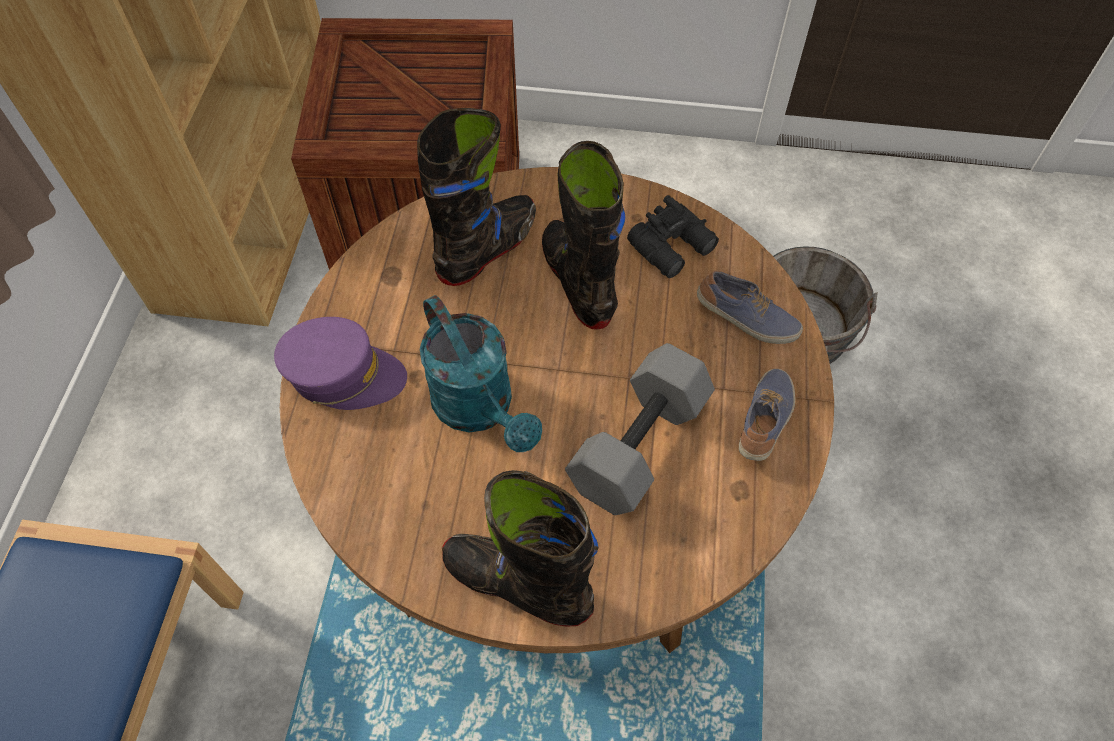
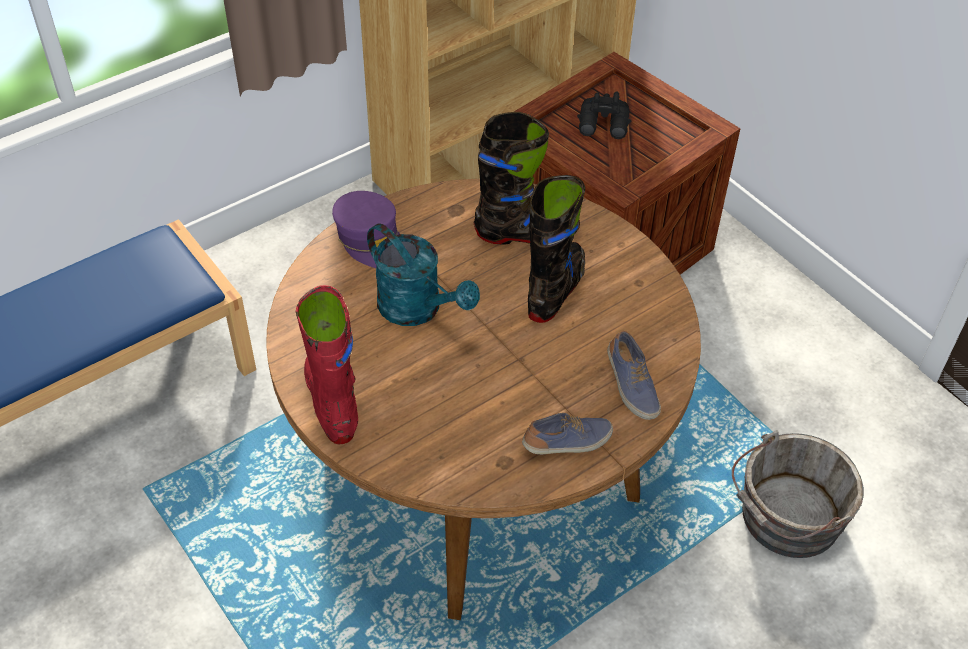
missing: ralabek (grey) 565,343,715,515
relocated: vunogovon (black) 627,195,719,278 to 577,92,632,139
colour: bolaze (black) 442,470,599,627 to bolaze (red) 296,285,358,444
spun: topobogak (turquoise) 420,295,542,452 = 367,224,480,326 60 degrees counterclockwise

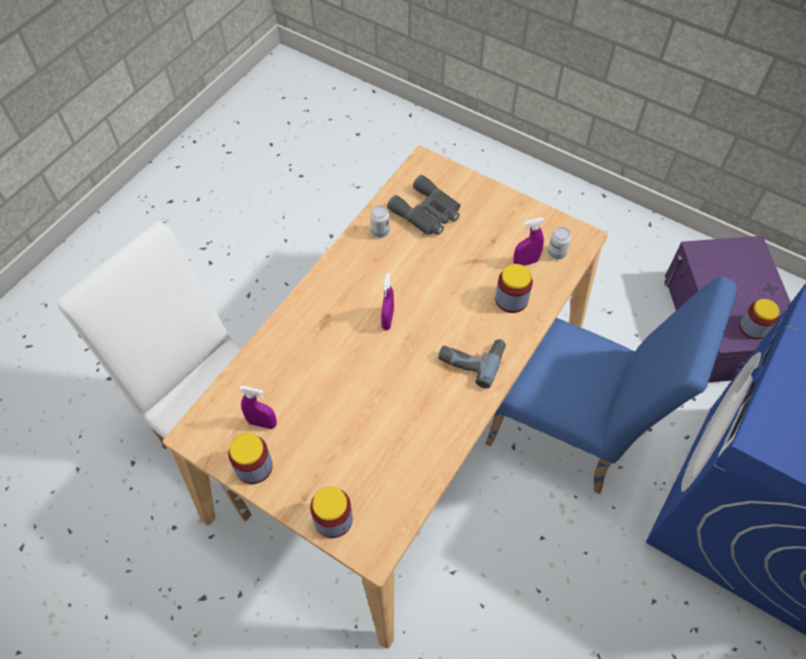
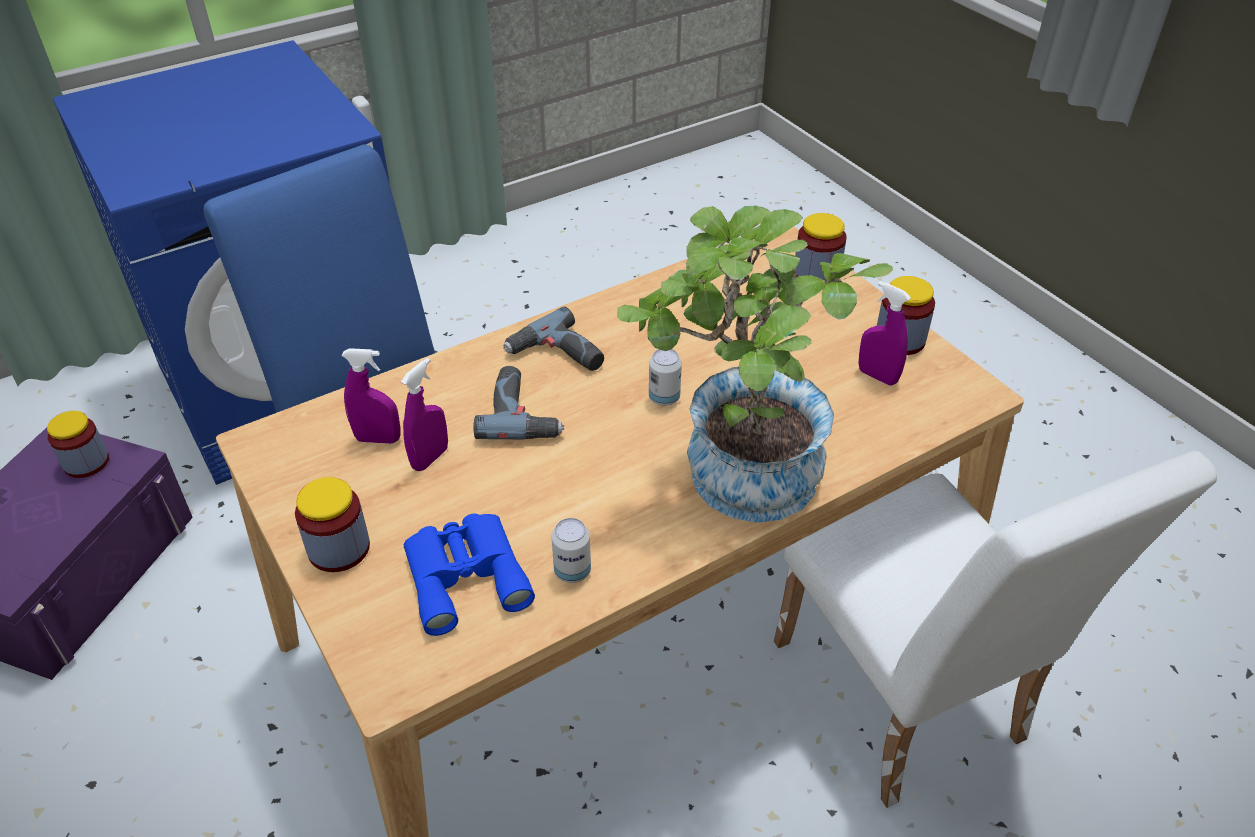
appeared: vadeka 617,205,893,523; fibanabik 474,366,564,439
relocated: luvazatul 548,227,571,259 to 649,349,682,406; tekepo 495,264,533,313 to 295,477,370,572; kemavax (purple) 381,273,394,330 to 401,358,448,471
colour: vunogovon (grey) 387,175,460,235 to vunogovon (blue) 404,514,535,636

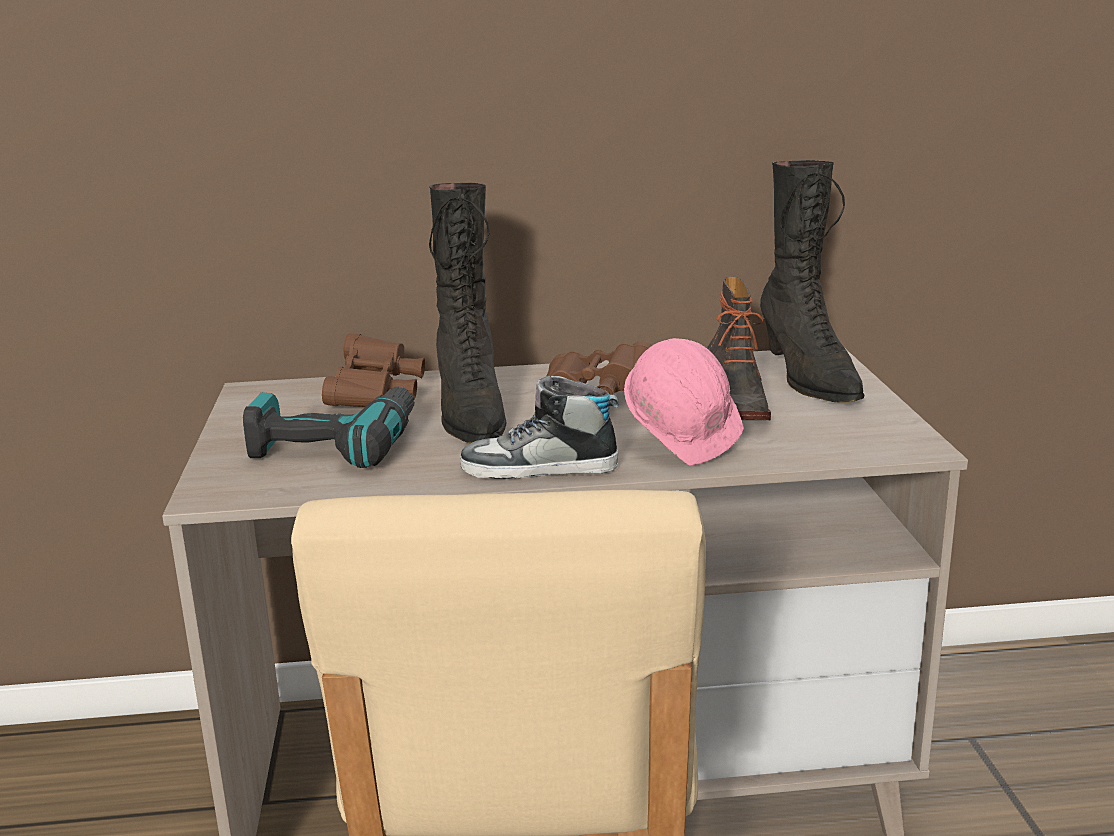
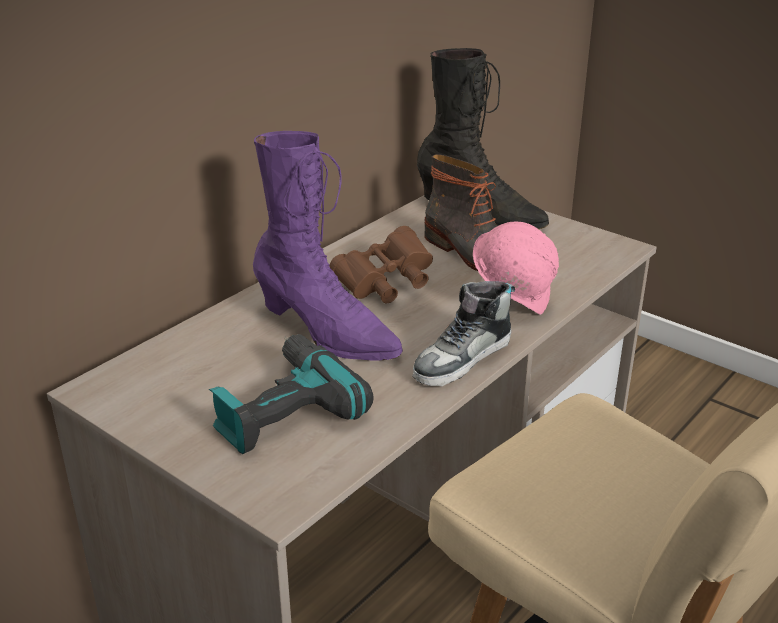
missing: vunogovon (brown) 322,333,425,407
colour: bolaze (black) 429,183,506,443 to bolaze (purple) 253,131,403,361

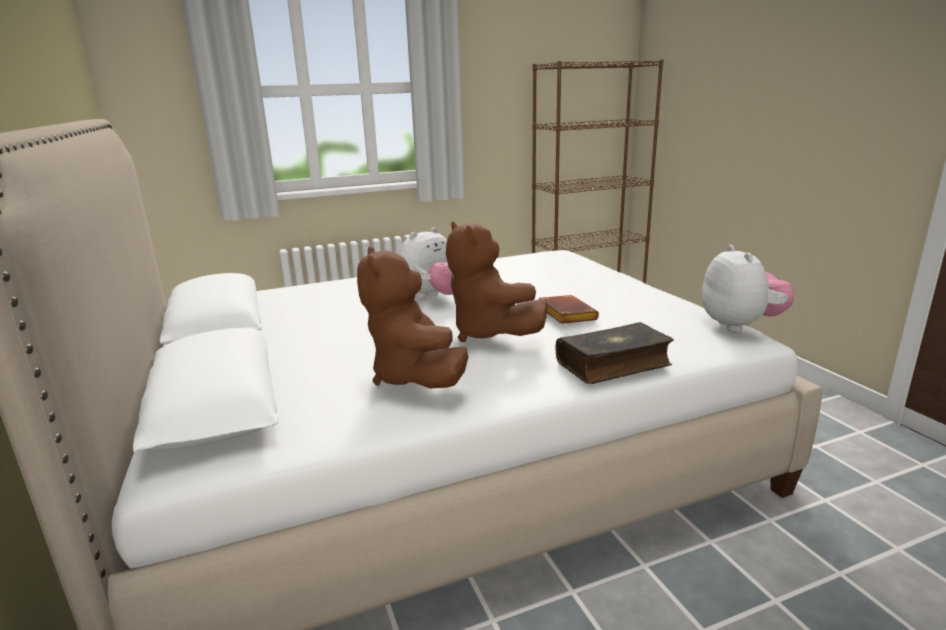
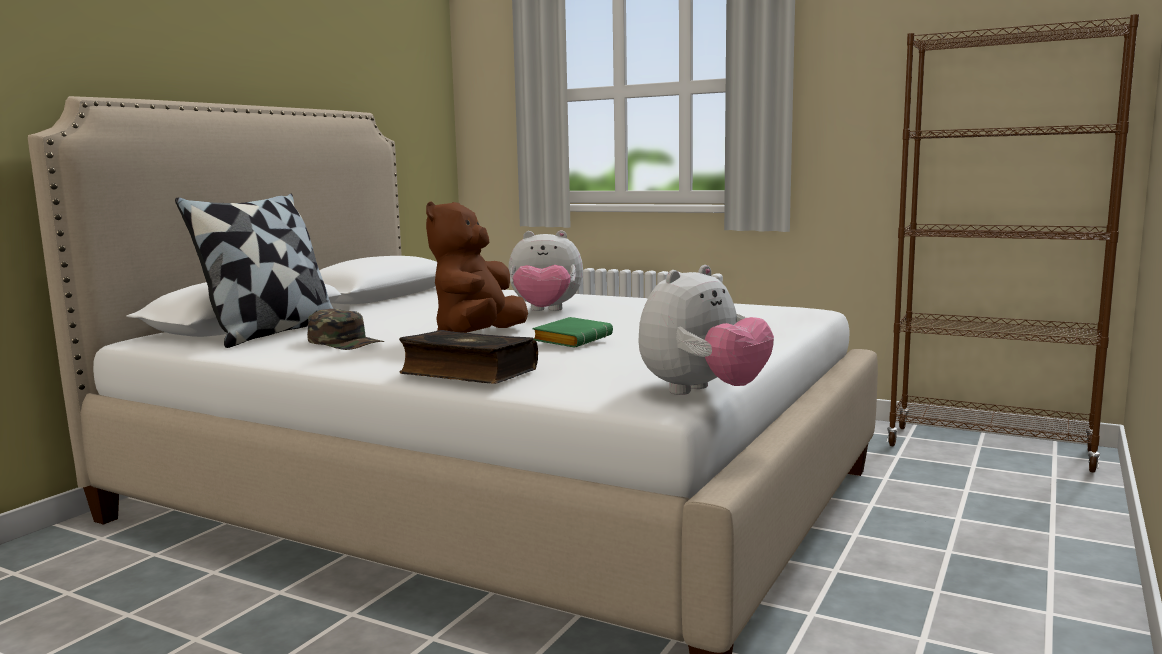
appeared: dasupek 175,194,333,348
exchanged: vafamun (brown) 357,246,468,389 to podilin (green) 307,309,385,350
colour: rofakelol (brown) 539,295,599,324 to rofakelol (green) 533,317,613,348

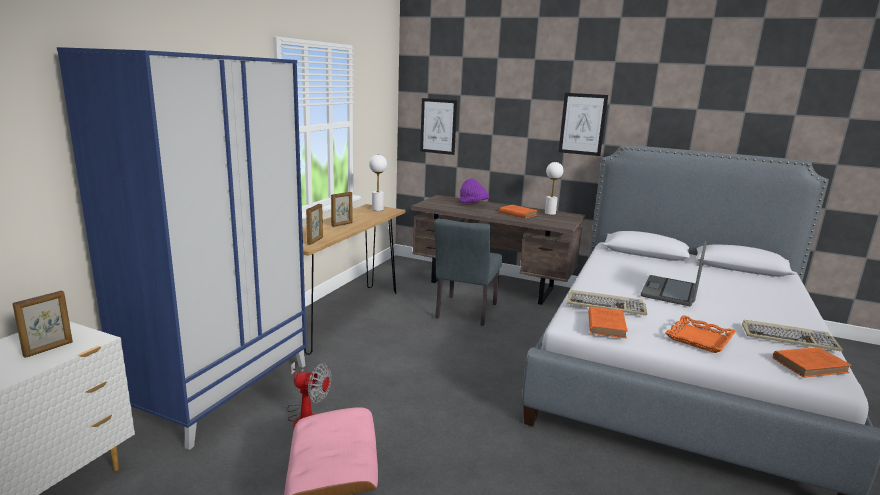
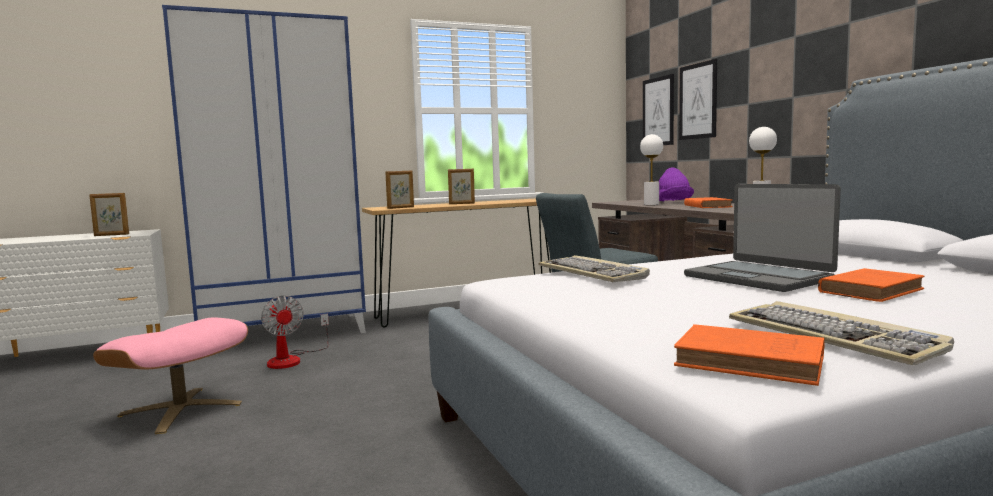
missing: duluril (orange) 665,315,736,353
relocated: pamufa 559,93,608,156 to 679,59,717,140; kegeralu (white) 369,155,387,211 to 640,134,663,205; rofakelol (orange) 588,306,628,338 to 818,268,925,302
spun: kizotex 641,241,707,306 = 684,184,841,292 105 degrees counterclockwise

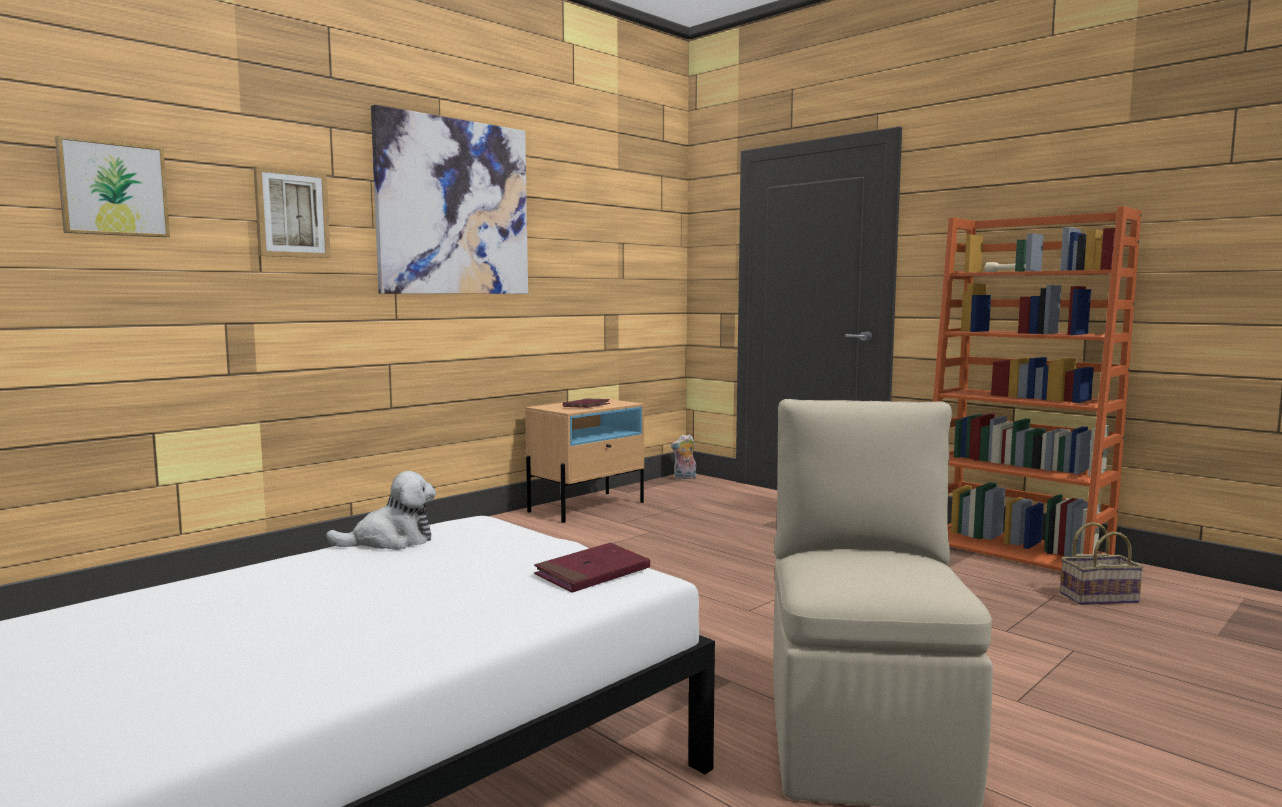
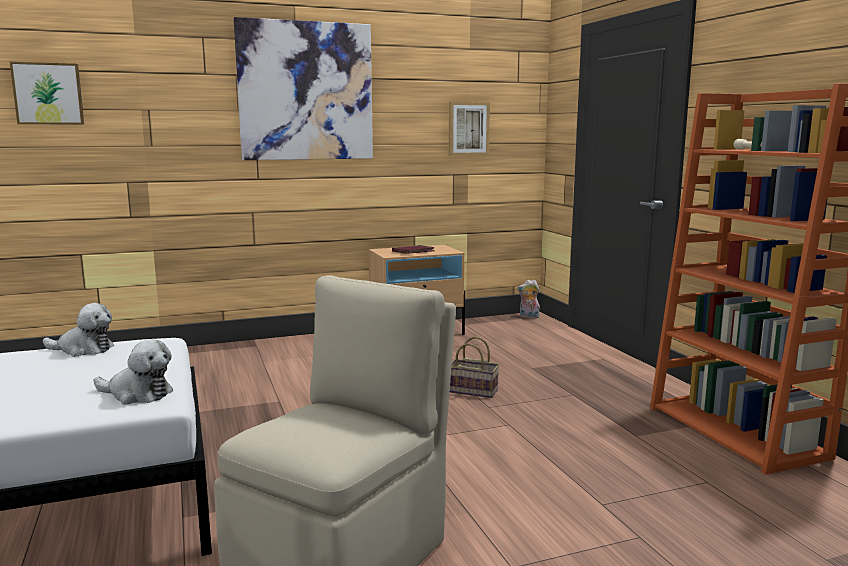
relocated: pamufa 254,166,331,258 to 449,102,490,156; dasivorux 1060,522,1144,605 to 450,336,499,398
exchanged: rofakelol (red) 534,543,650,593 to vafamun 93,339,173,404

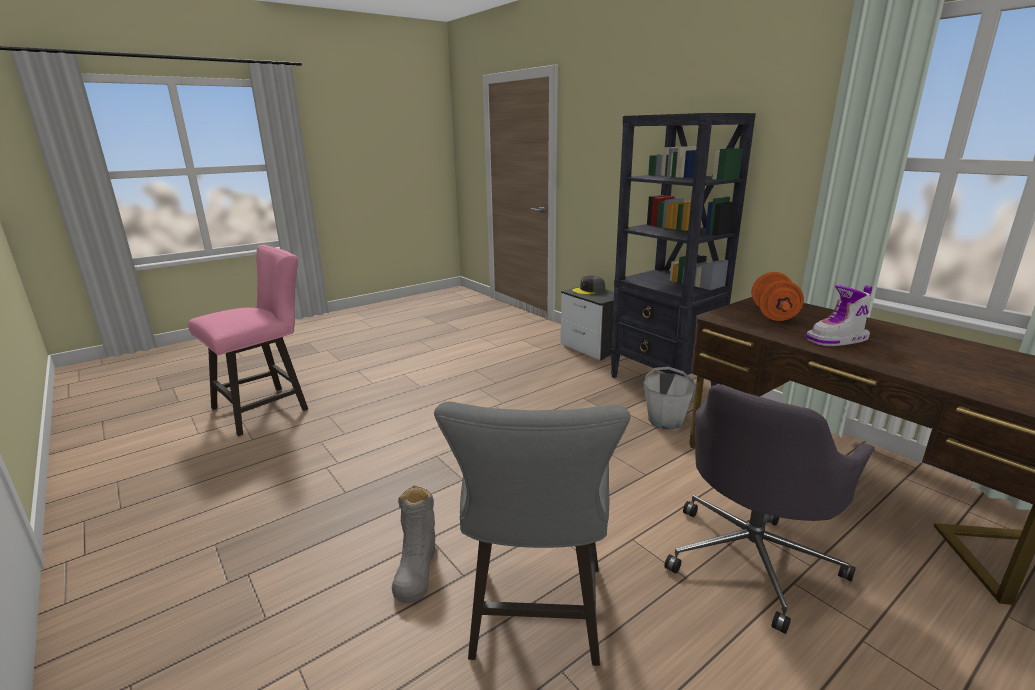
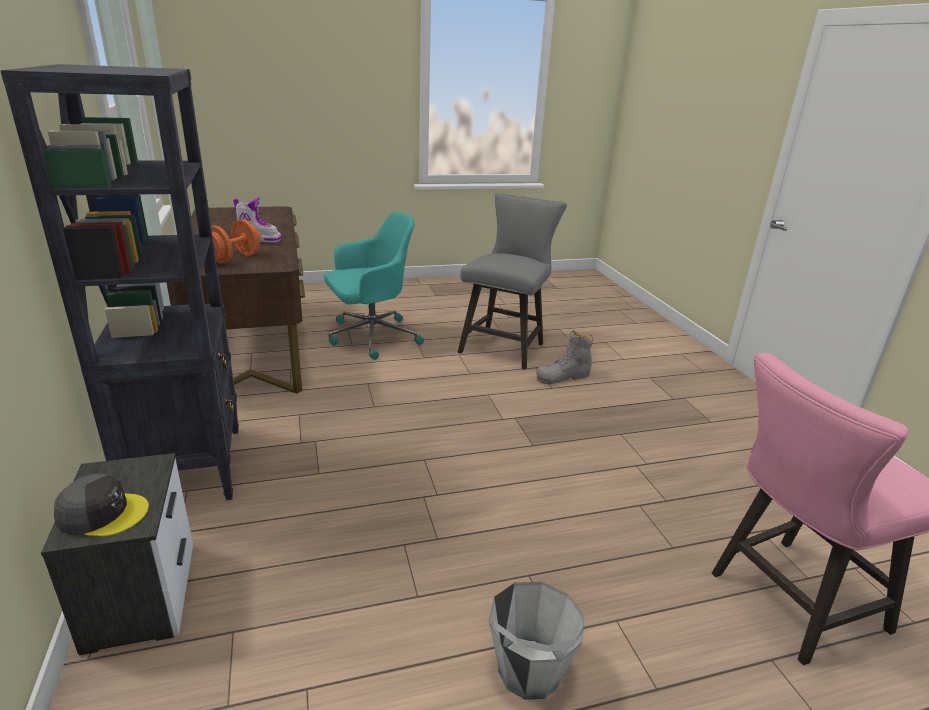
relocated: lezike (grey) 643,367,696,430 to 489,582,584,700
colour: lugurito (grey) 664,384,875,634 to lugurito (turquoise) 324,212,424,360
spun: bolaze (grey) 392,486,435,603 = 536,330,593,384 135 degrees counterclockwise

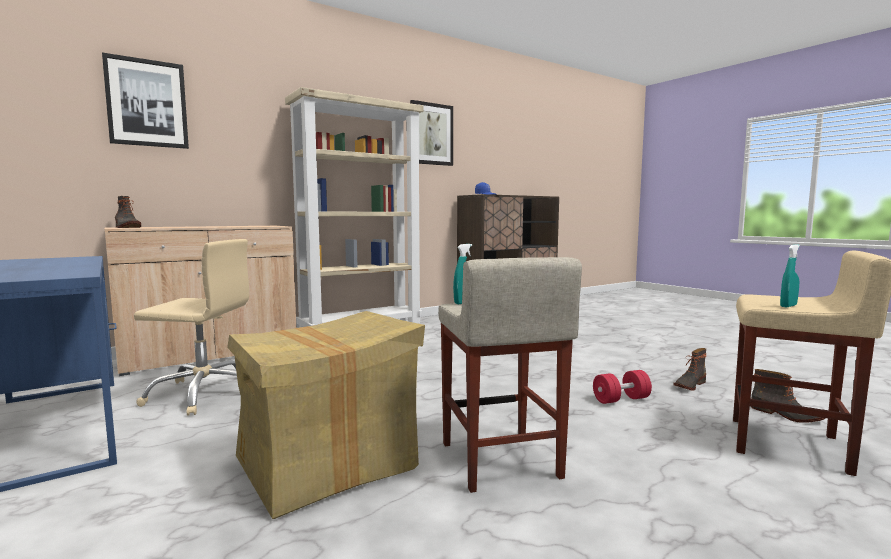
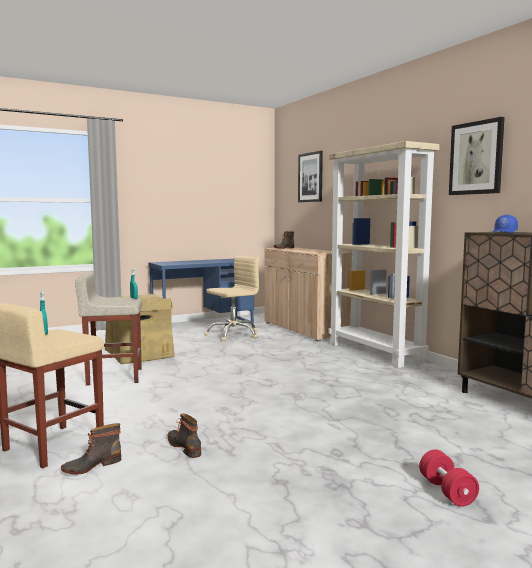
relocated: ralabek (red) 593,370,652,404 to 419,450,479,507
spun: lugurito (beige) 134,239,249,416 = 205,255,259,341 135 degrees counterclockwise

